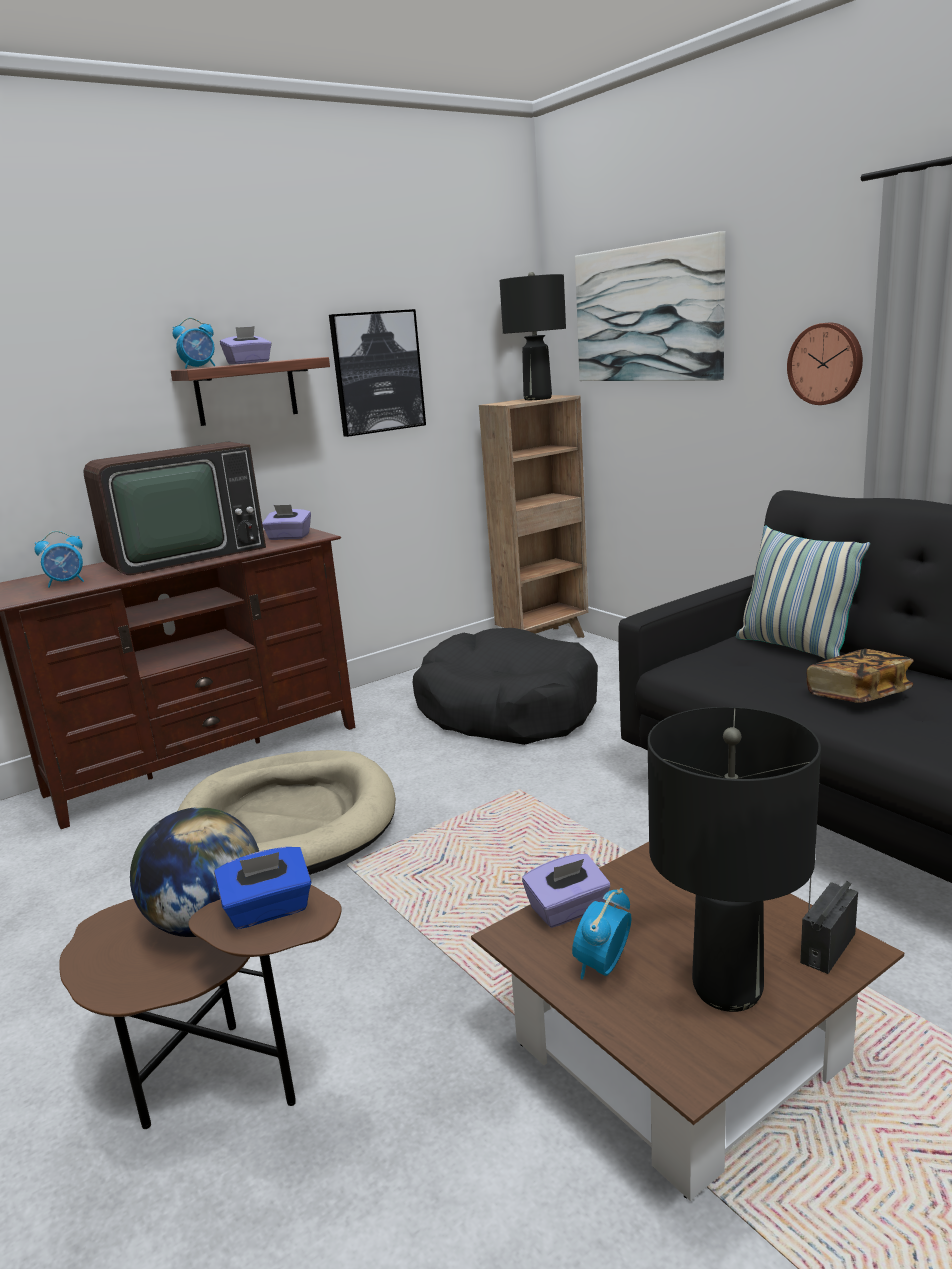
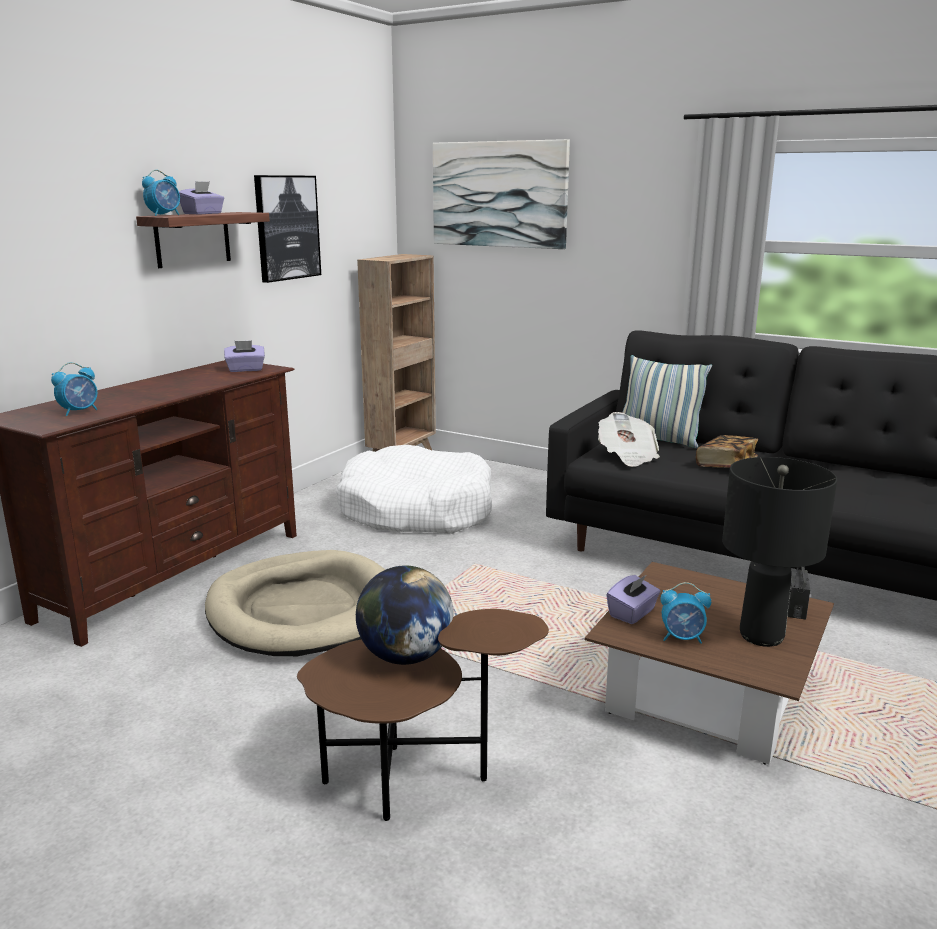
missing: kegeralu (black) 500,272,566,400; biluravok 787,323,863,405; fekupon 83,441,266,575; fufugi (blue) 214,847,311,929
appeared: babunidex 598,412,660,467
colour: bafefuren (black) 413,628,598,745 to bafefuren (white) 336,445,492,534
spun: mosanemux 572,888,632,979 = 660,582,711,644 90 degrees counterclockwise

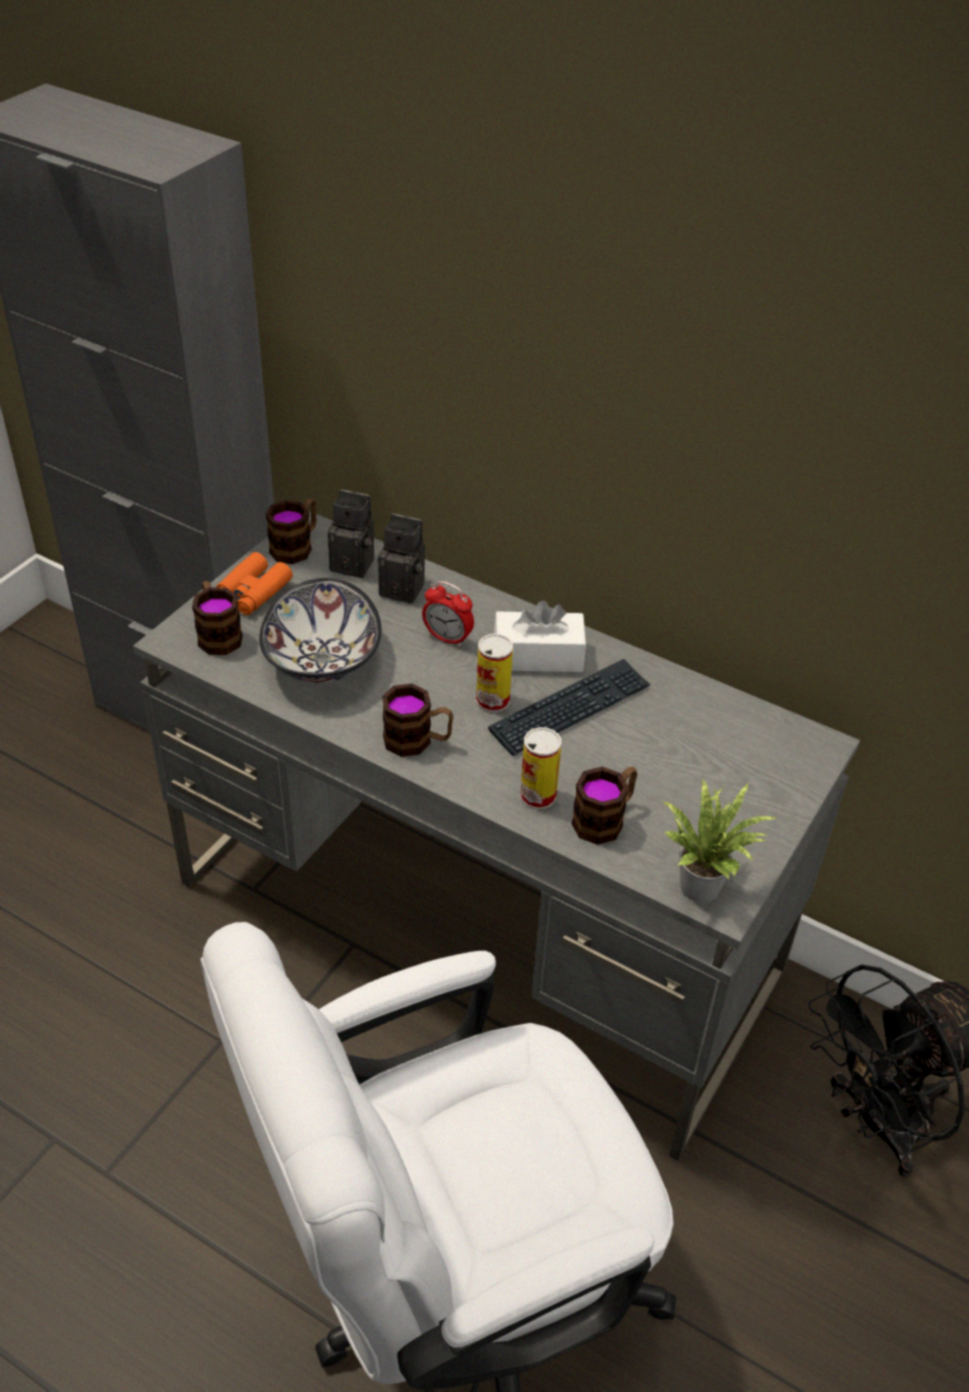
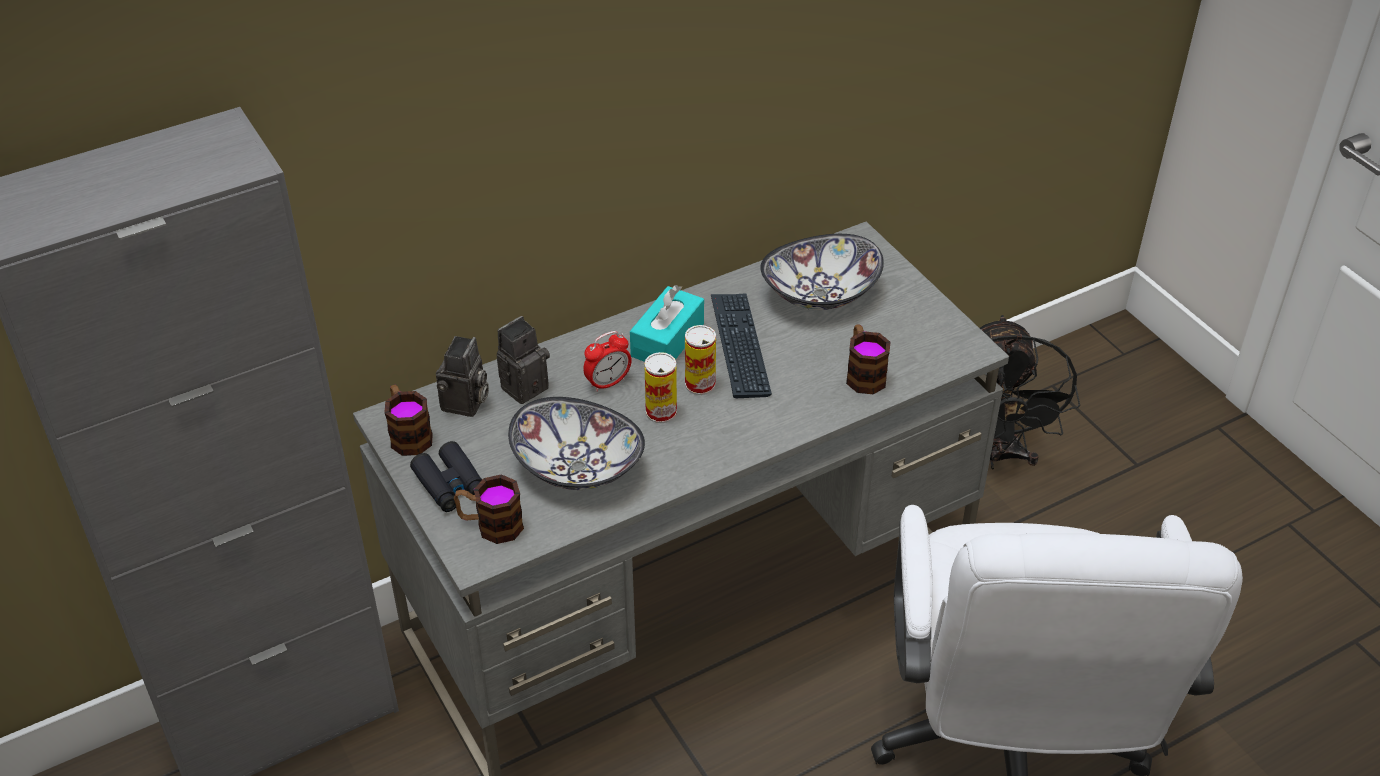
missing: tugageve 382,684,453,757; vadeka 664,779,777,903
appeared: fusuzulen 760,234,884,310
relocated: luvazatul 520,727,561,810 to 644,352,677,423
colour: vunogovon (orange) 216,552,293,615 to vunogovon (black) 410,441,482,512; fufugi (white) 494,601,586,672 to fufugi (turquoise) 630,285,704,362
spun: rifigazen 328,489,374,578 = 436,336,489,417 150 degrees clockwise

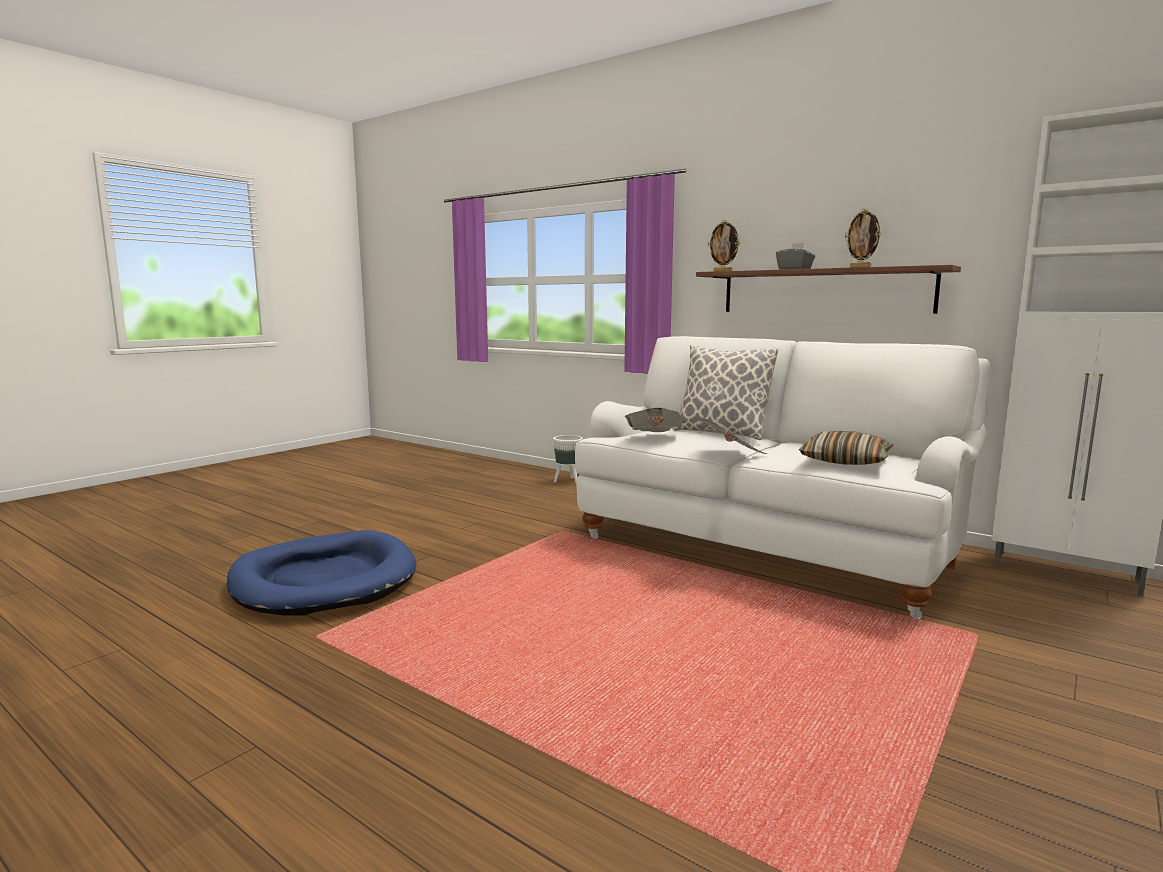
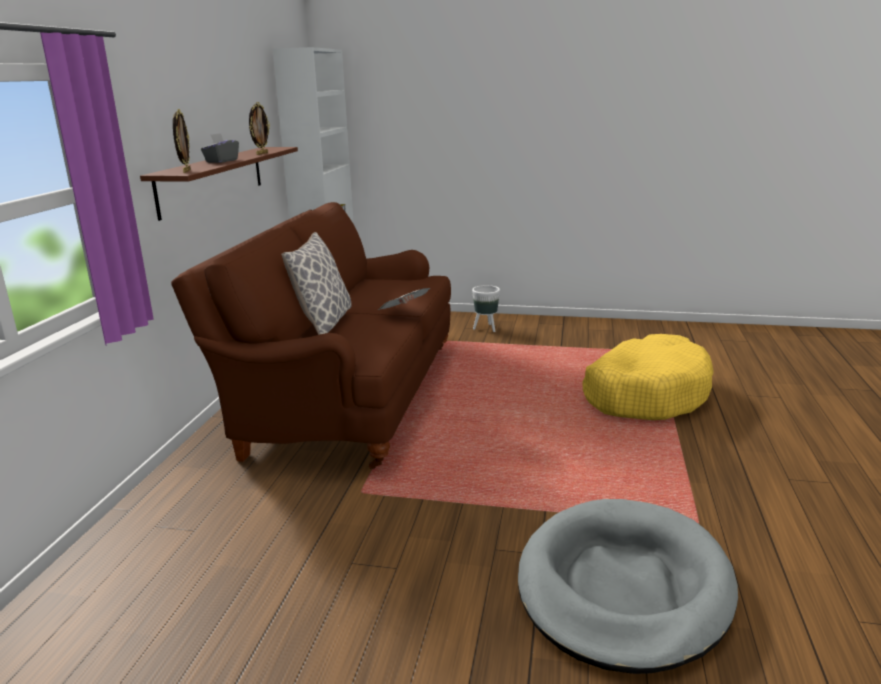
missing: babunidex 625,408,685,432; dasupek 799,431,893,465
appeared: bafefuren (yellow) 582,334,714,420
relocated: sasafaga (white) 553,435,583,483 to 472,285,500,332
colour: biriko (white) 575,336,990,619 to biriko (brown) 171,202,451,469; bafefuren (blue) 226,530,417,615 to bafefuren (grey) 518,499,738,674

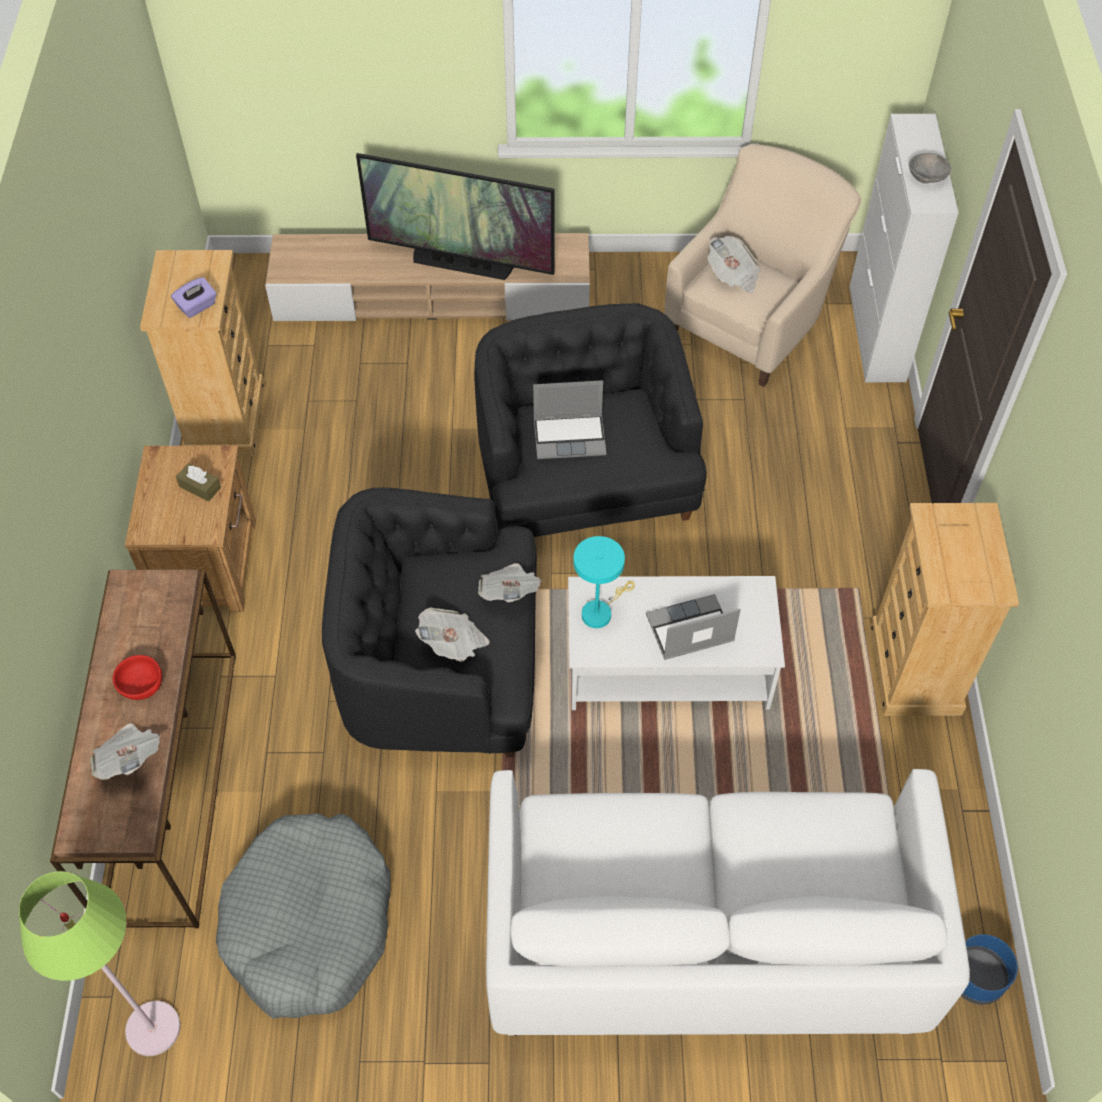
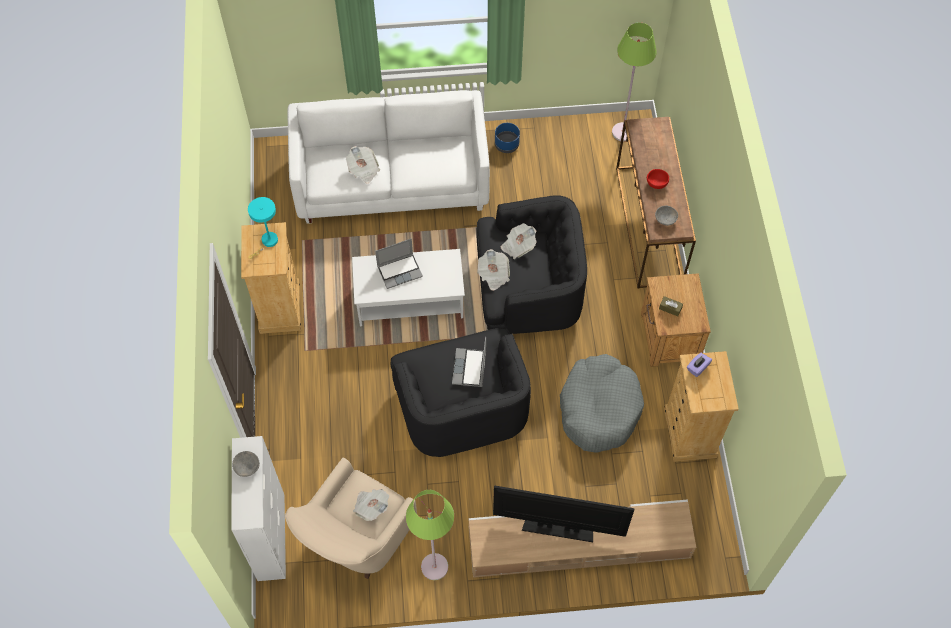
appeared: fusuzulen (grey) 655,206,678,226; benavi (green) 406,490,454,580
relocated: kegeralu (turquoise) 573,536,635,628 to 248,197,278,259; babunidex 91,723,160,780 to 346,146,380,183; bafefuren (grey) 216,813,391,1019 to 560,354,644,453; sasafaga (blue) 961,934,1018,1005 to 495,123,520,153
spun: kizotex 533,380,607,459 = 452,337,486,387 75 degrees counterclockwise

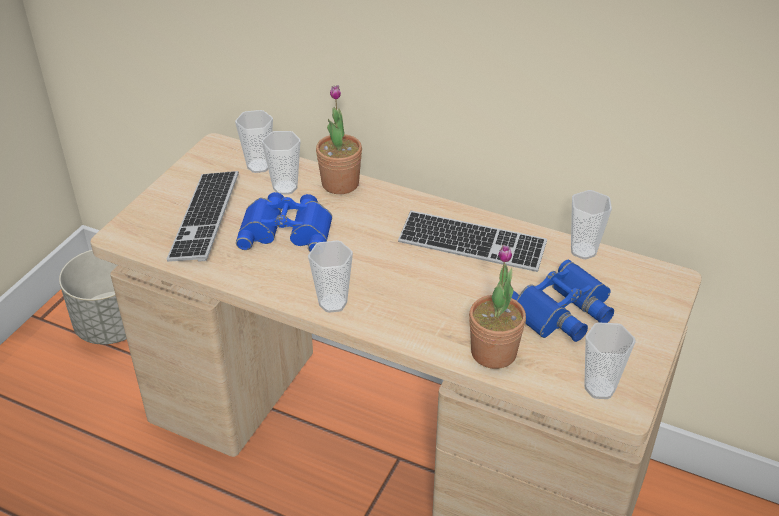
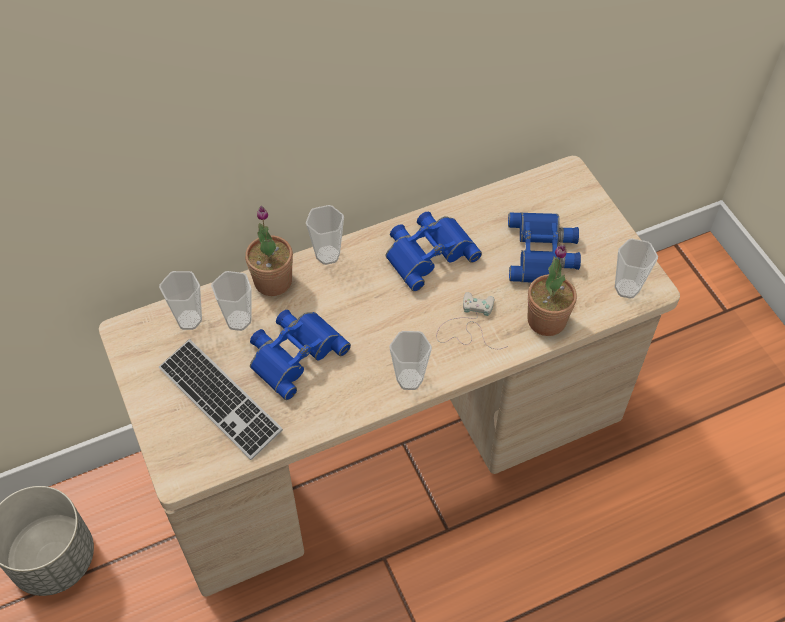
appeared: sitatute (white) 436,292,508,349
relocated: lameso 571,190,612,259 to 306,205,344,265
exchanged: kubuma 398,211,547,272 to vunogovon (blue) 385,212,482,291

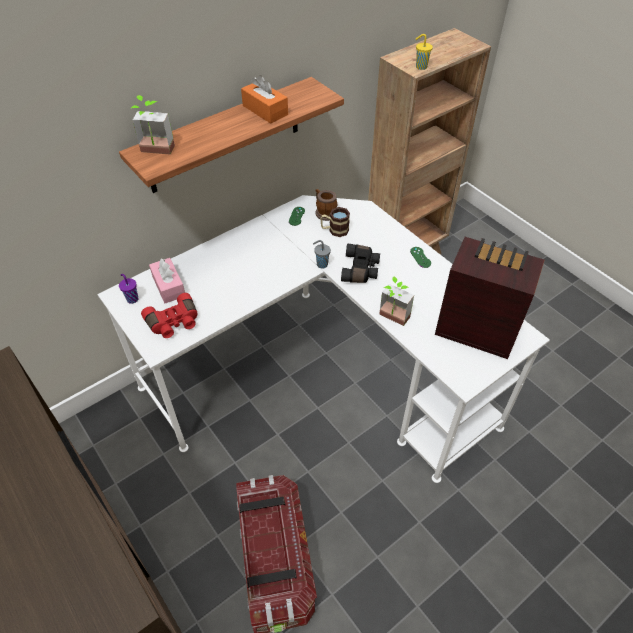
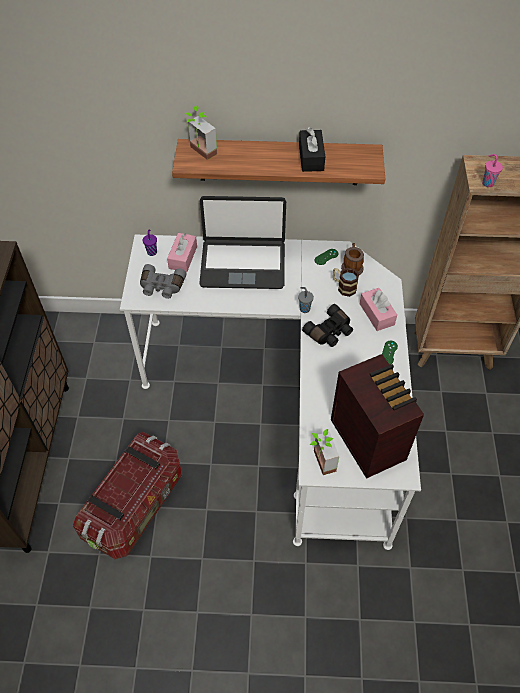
appeared: kizotex 199,196,286,289; fufugi (pink) 360,288,397,331
relocated: vadeka 379,276,414,326 to 310,429,339,475
colour: lameso (yellow) 416,34,433,70 to lameso (pink) 482,154,503,187; fufugi (orange) 241,75,288,124 to fufugi (black) 299,127,325,172; vunogovon (red) 141,293,197,338 to vunogovon (grey) 140,264,187,299

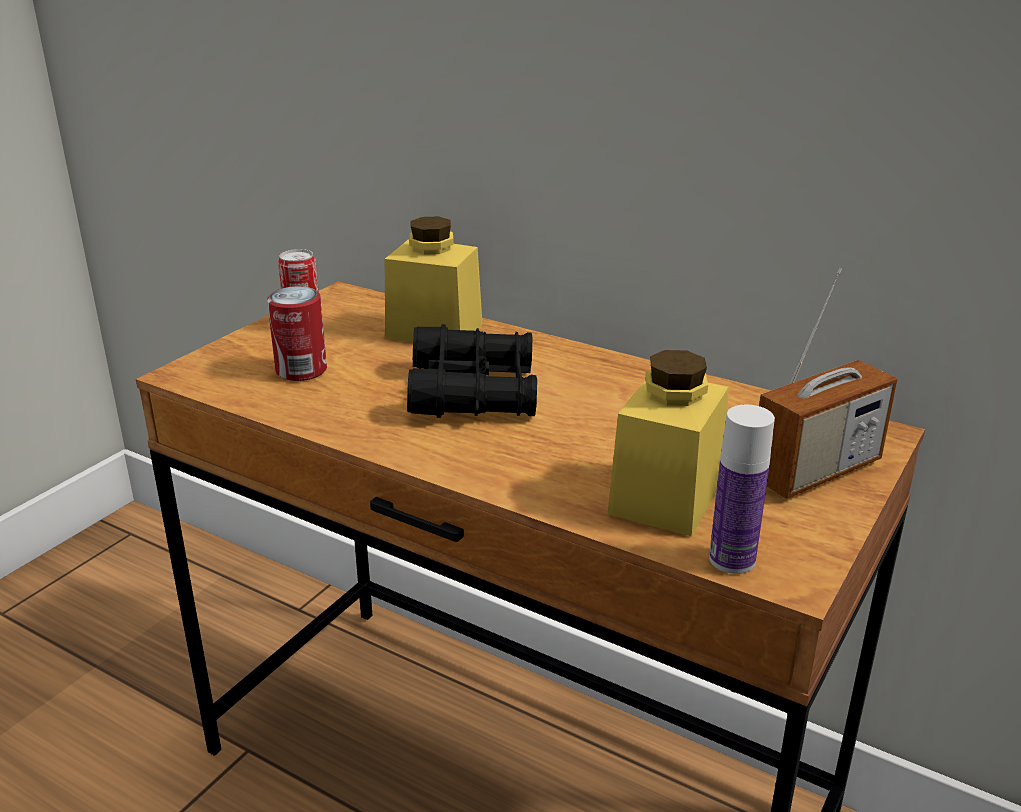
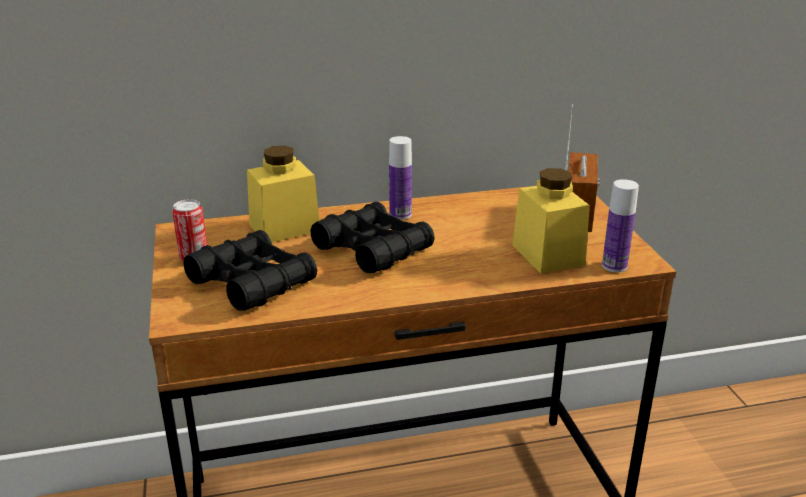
appeared: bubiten 389,136,412,220
exchanged: luvazatul 267,286,327,381 to vunogovon (black) 183,230,317,311

